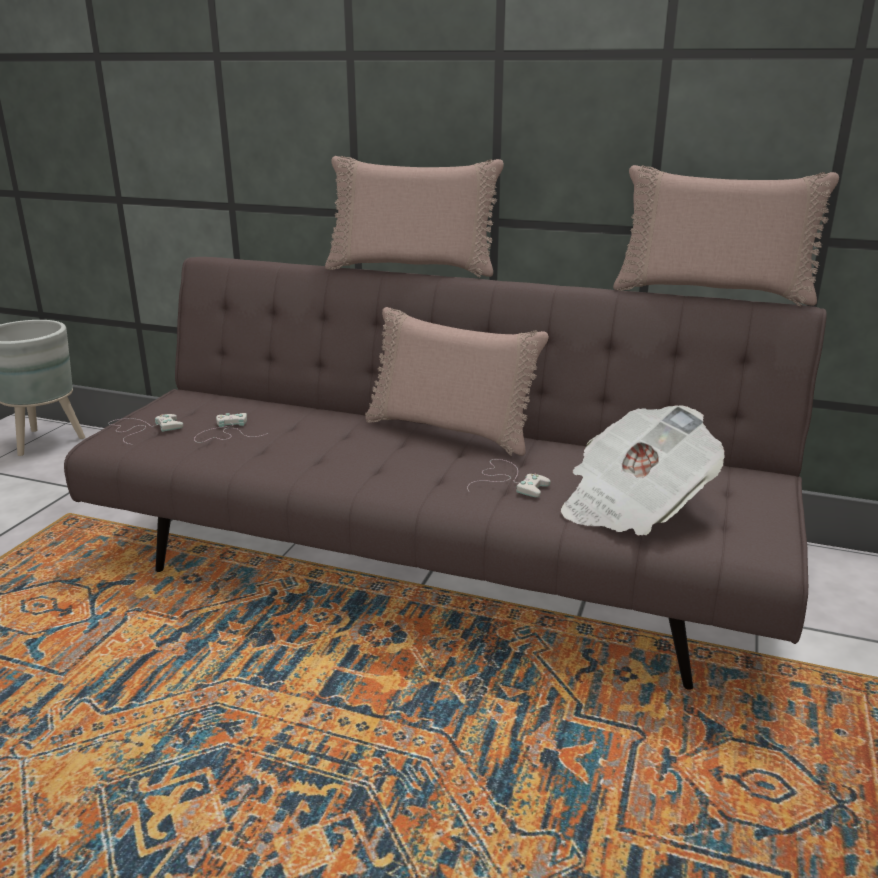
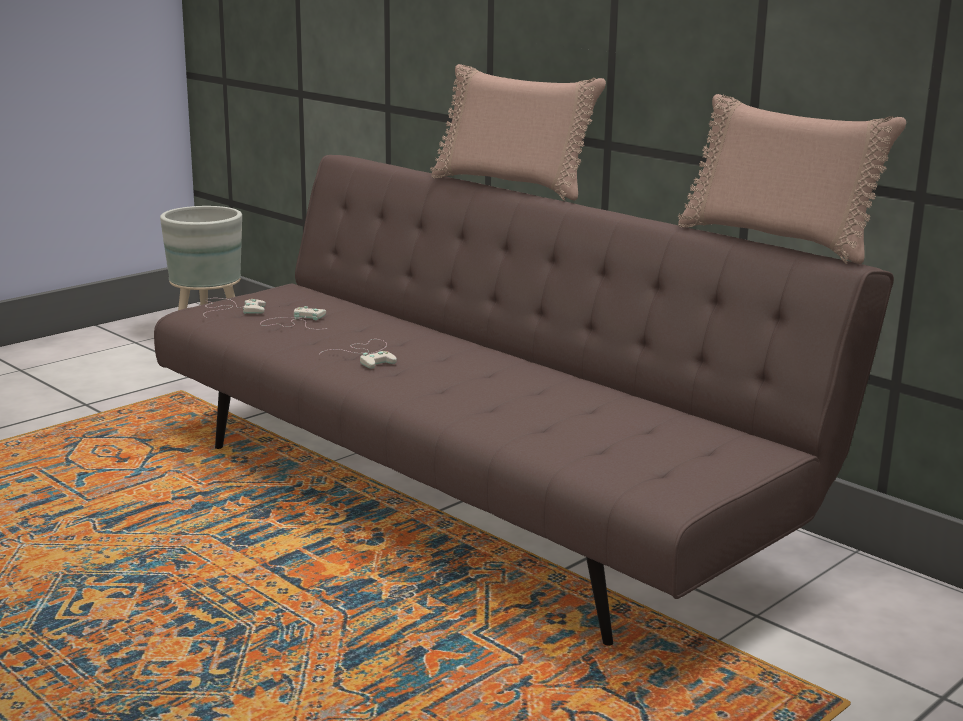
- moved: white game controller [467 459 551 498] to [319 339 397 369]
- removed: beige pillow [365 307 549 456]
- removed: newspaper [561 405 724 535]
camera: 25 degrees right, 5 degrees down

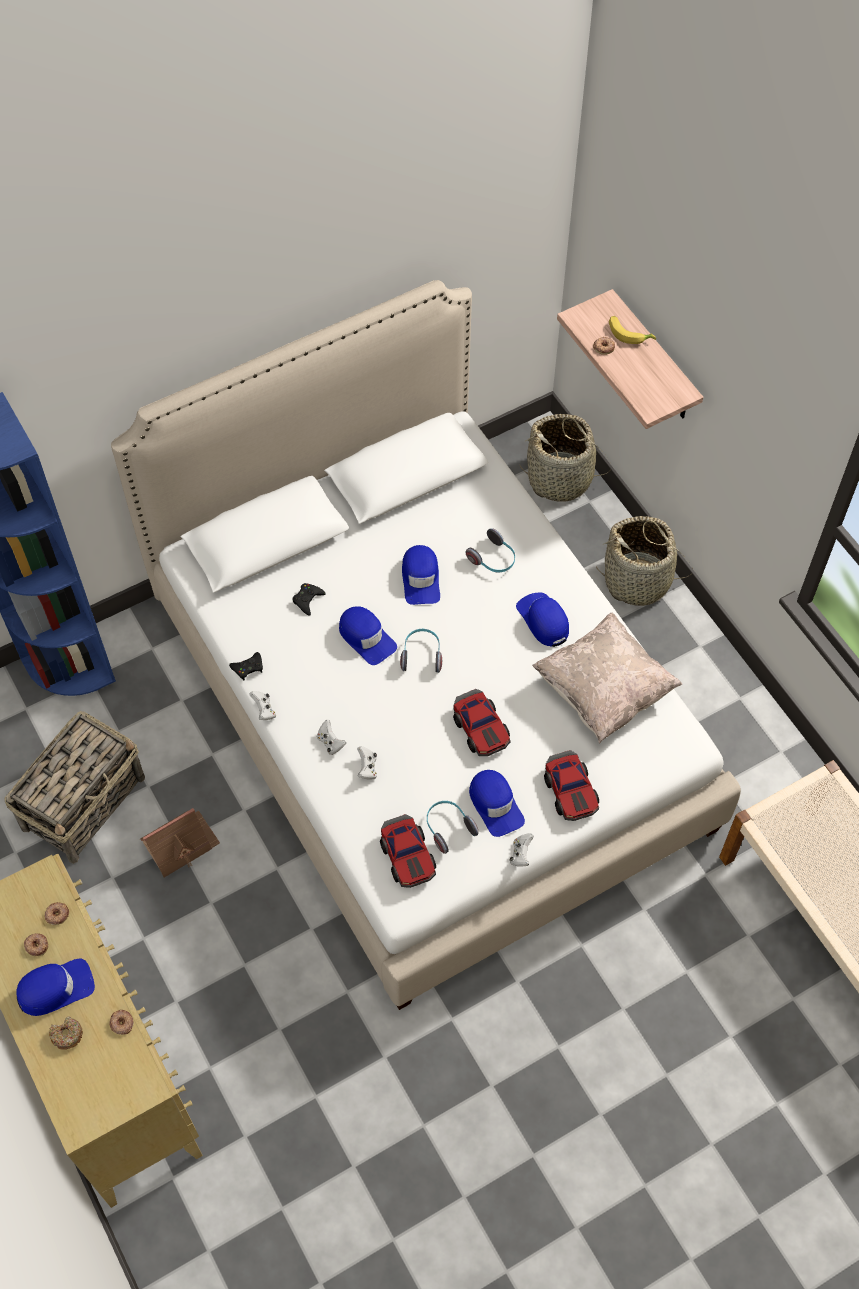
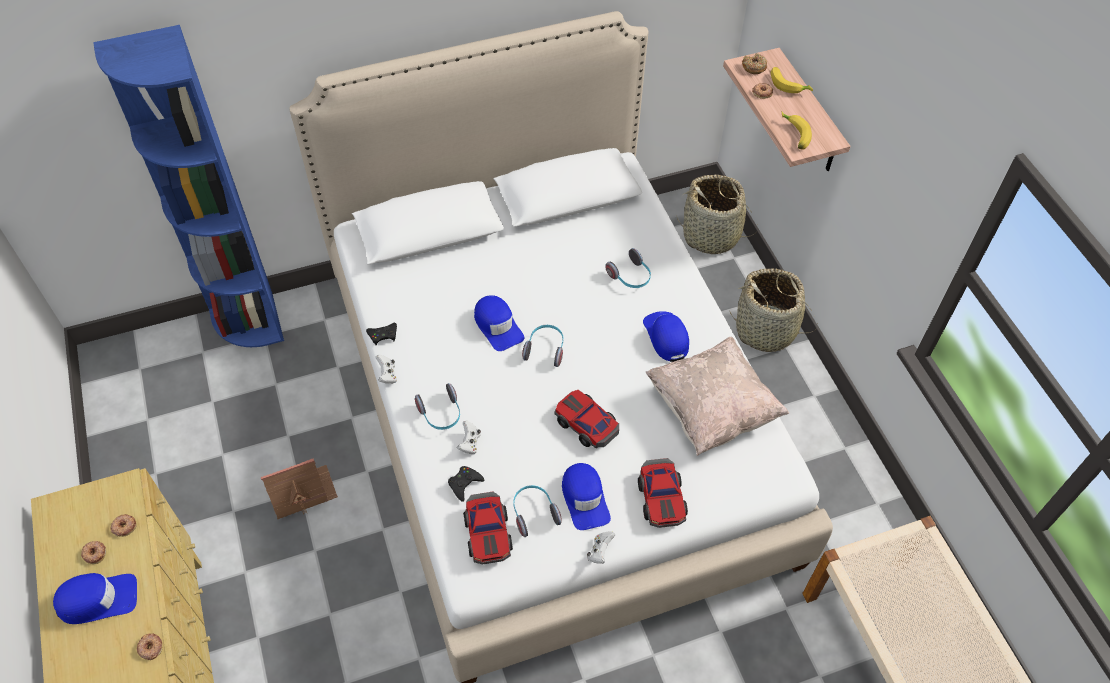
- replaced: white game controller [317 720 346 755] to headphones [415 383 460 430]
- moved: black game controller [292 583 325 616] to [448 466 484 502]
- turned: toy car [453 689 511 756] = [555 390 619 448] 150 degrees clockwise
- moved: donut [49 1017 83 1050] to [742 53 767 74]
- added: banana [782 112 812 150]
- removed: basket [5 711 145 864]
- removed: blue cap [402 545 440 605]
camera: 10 degrees right, 5 degrees down

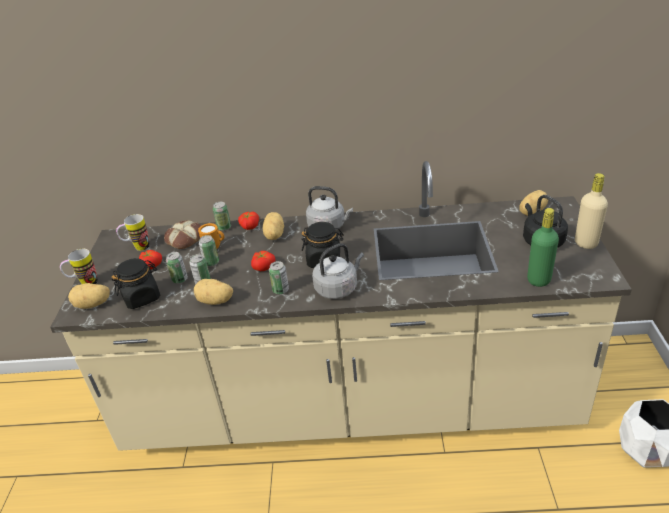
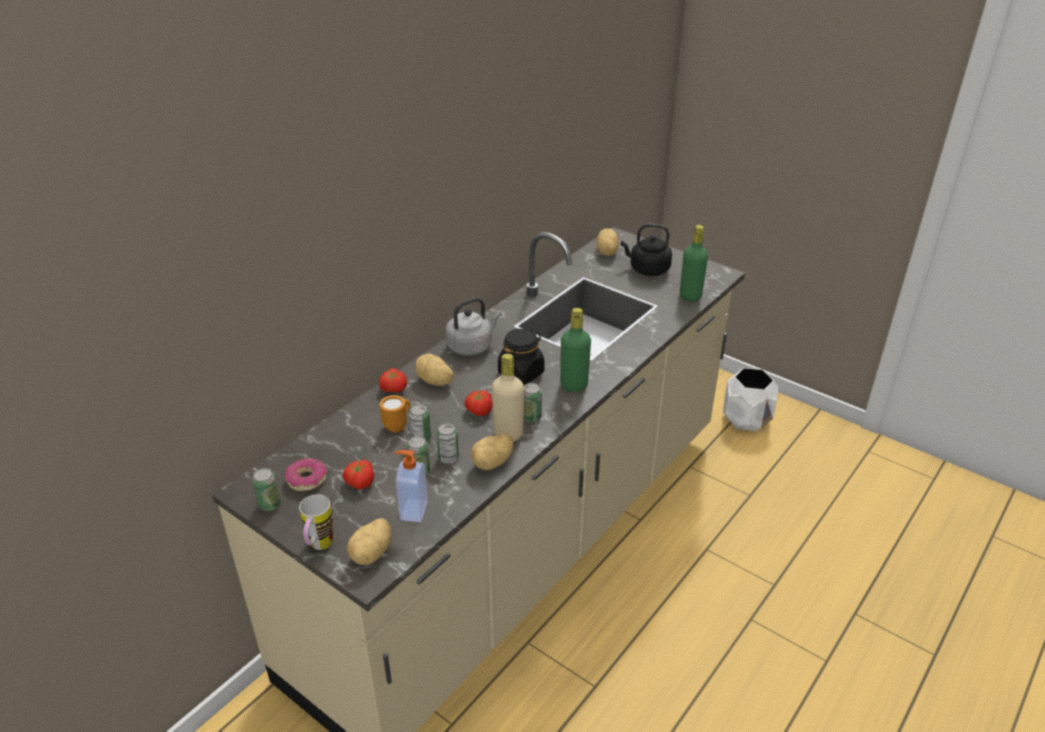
- moved: can [213 202 231 231] to [252 468 281 511]
- replaced: mug [116 214 149 251] to donut [284 458 327 491]
- replaced: black jar [112 258 160 309] to soap dispenser [395 450 428 522]
- moved: beige bottle [575 173 608 249] to [492 354 524 442]
- replaced: grey kettle [312 243 364 299] to green bottle [560 308 591 392]
- removed: bread [164 220 201 249]
camera: 55 degrees left, 0 degrees up

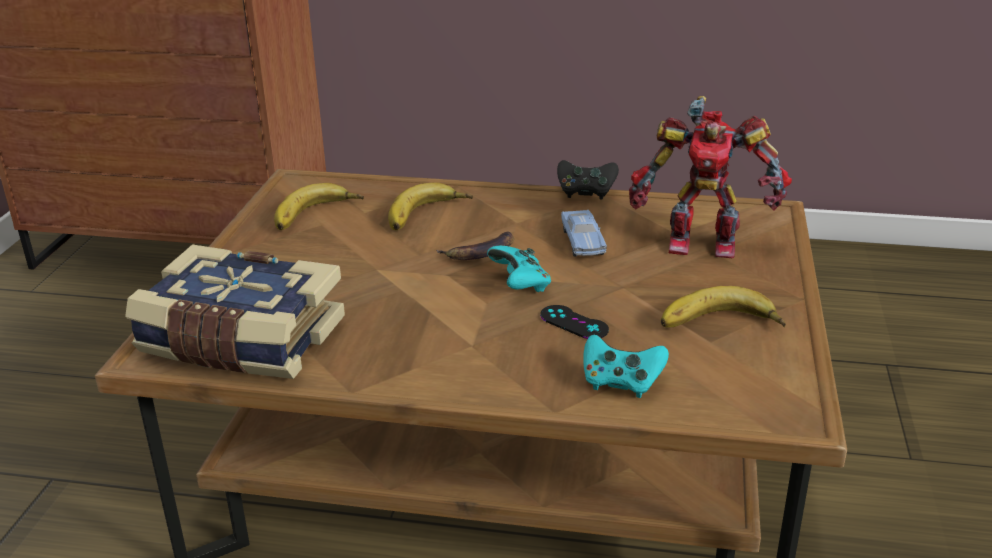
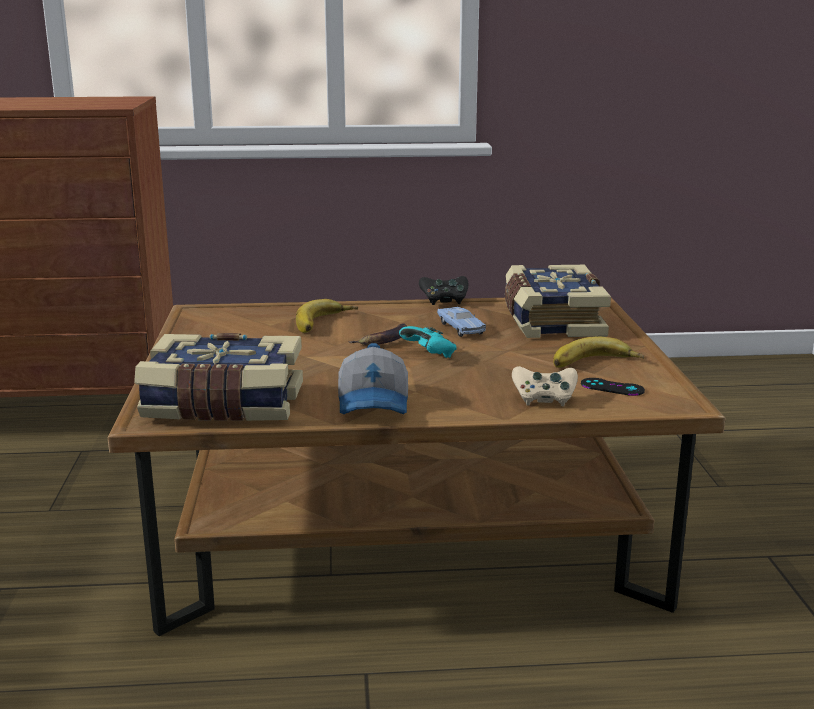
- added: cap [338 343 408 414]
- replaced: toy robot [629 96 792 258] to book [505 265 611 338]
- recoloured: turquoise game controller [583 335 669 398] to beige game controller [512 366 578 406]
- moved: black game controller [540 305 609 339] to [581 378 645 396]
- removed: banana [274 183 364 230]
camera: 15 degrees left, 10 degrees down

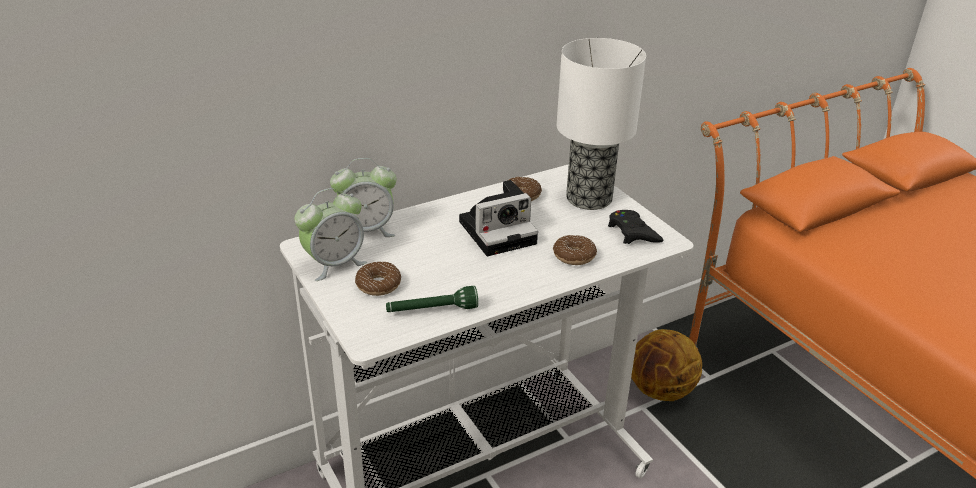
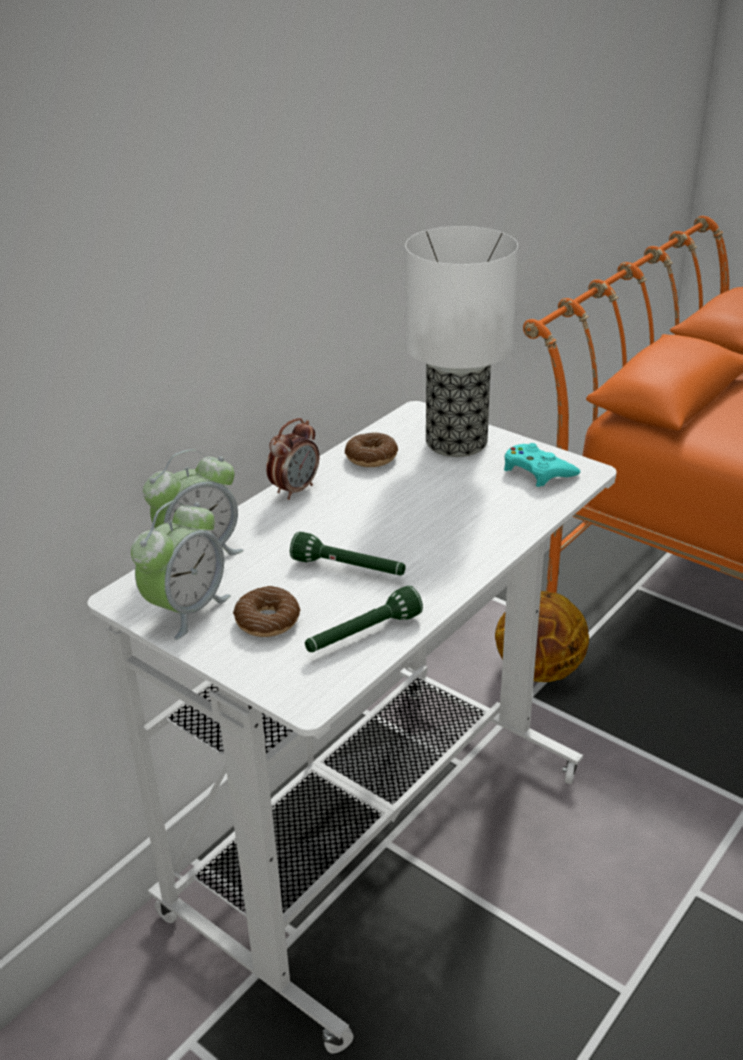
- added: alarm clock [266 418 319 500]
- added: green flashlight [290 532 405 575]
- recoloured: black game controller [608 210 663 244] to turquoise game controller [504 443 580 487]
- removed: photo camera [459 180 538 256]
- removed: donut [553 235 597 265]
camera: 20 degrees left, 0 degrees up

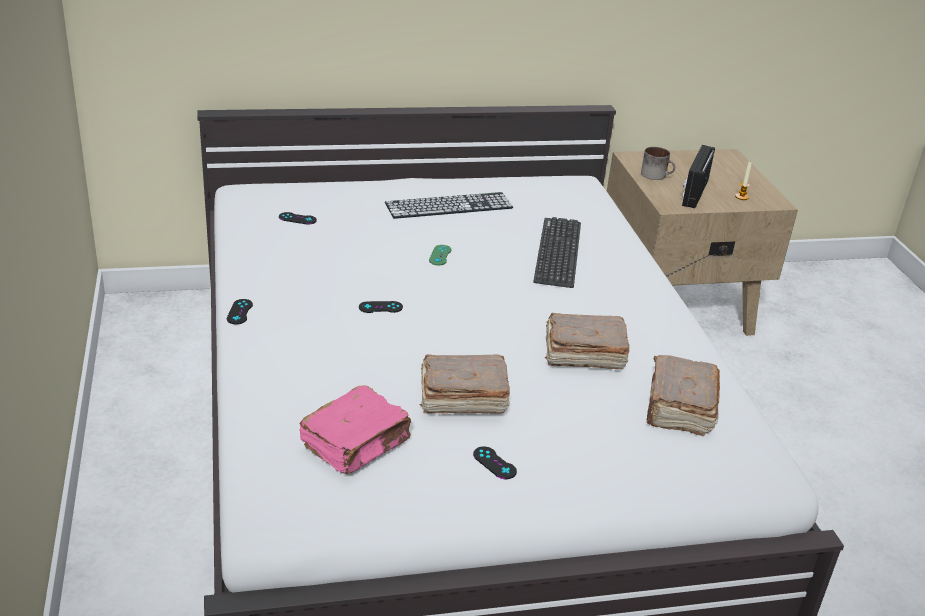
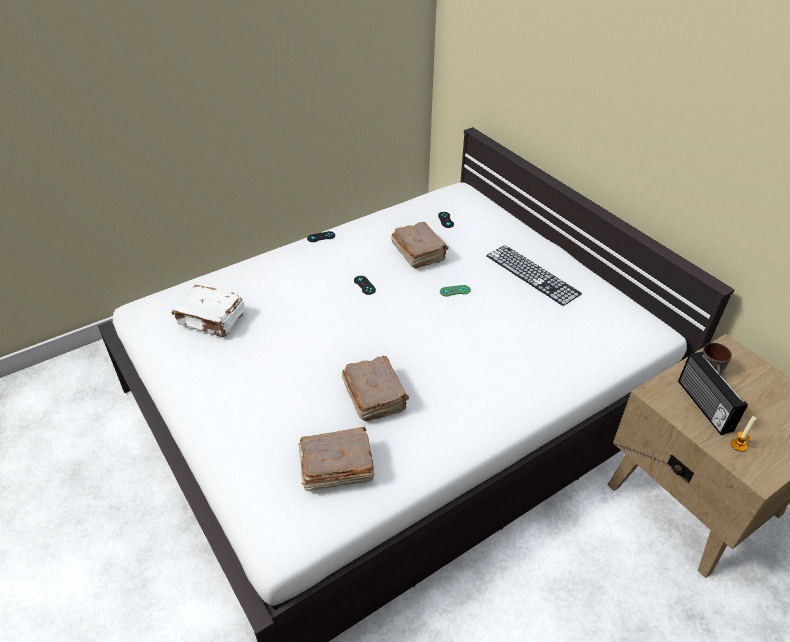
- recoloured: pink book [299 385 411 474] to white book [171 285 244 337]
- moved: brown book [420 354 510 414] to [391 222 448 268]
- turned: radio [682 145 715 208] = [678 352 748 435] 105 degrees counterclockwise
- removed: black game controller [473 446 517 479]
- removed: keyboard [533 217 581 288]
camera: 70 degrees right, 10 degrees up

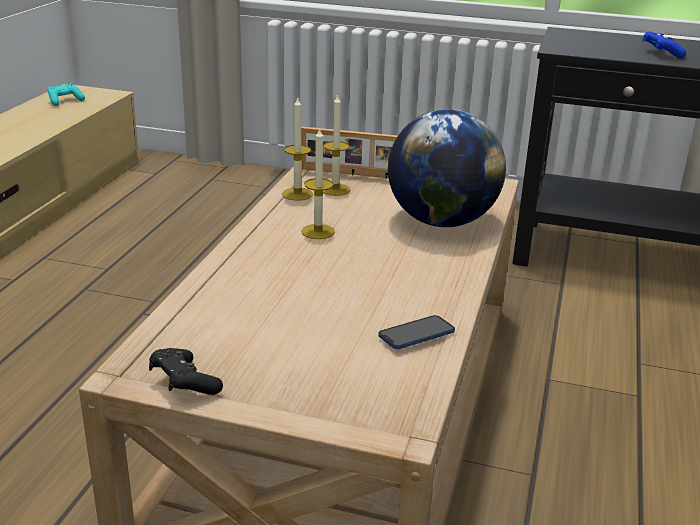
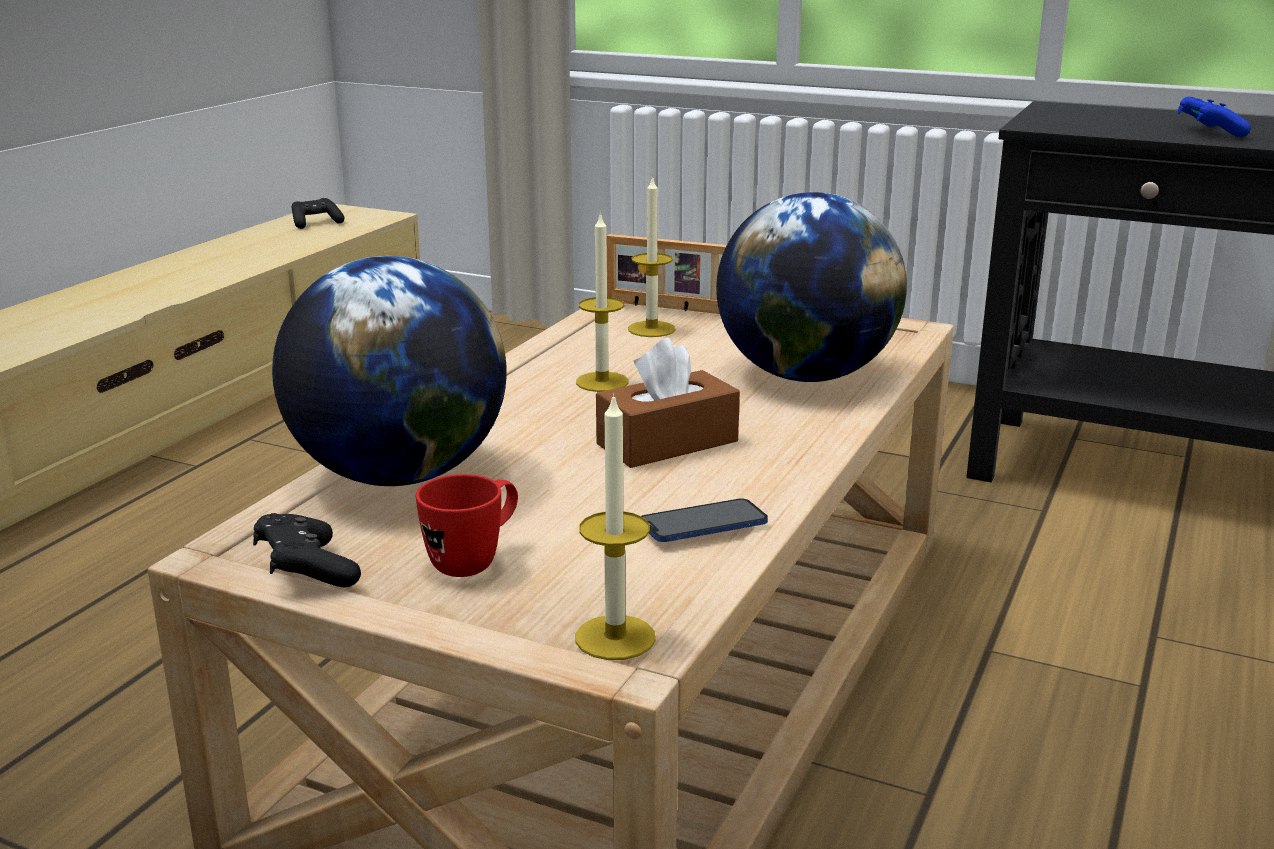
- added: globe [272 256 507 486]
- recoloured: turquoise game controller [47 83 85 106] to black game controller [292 198 344 229]
- added: red mug [416 474 518 577]
- moved: candle [282 98 313 201] to [576 393 656 660]
- added: brown tissue box [596 338 740 468]
camera: 10 degrees right, 5 degrees down

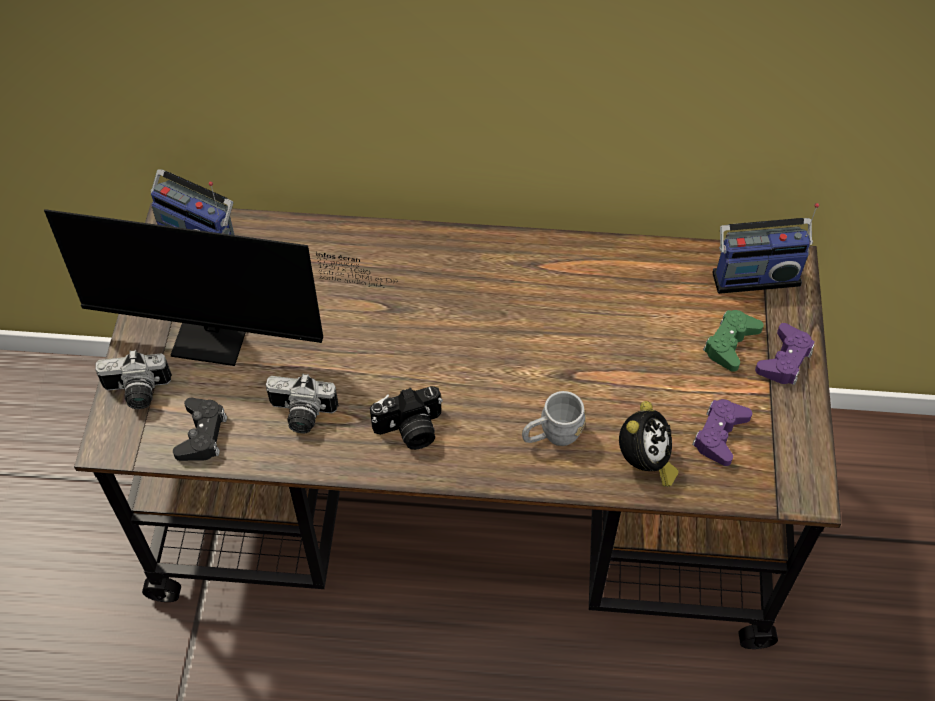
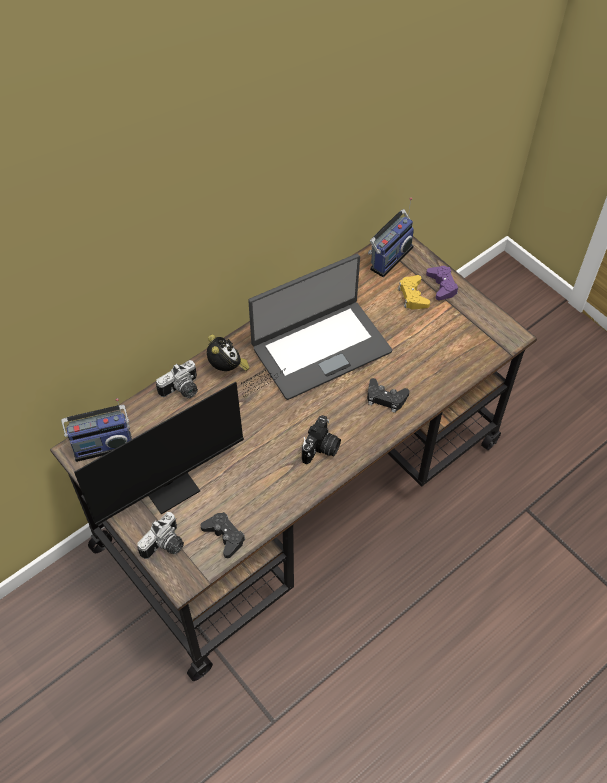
- moved: photo camera [266 374 339 434] to [156 360 198 398]
- moved: alarm clock [619 401 678 487] to [207 335 250 371]
- added: laptop [248 254 392 400]
- replaced: grey mug [522 391 586 446] to black game controller [367 378 409 413]
- recoloured: green game controller [703 310 764 372] to yellow game controller [398 275 430 310]
- removed: purple game controller [692 399 752 466]
camera: 45 degrees left, 0 degrees up

